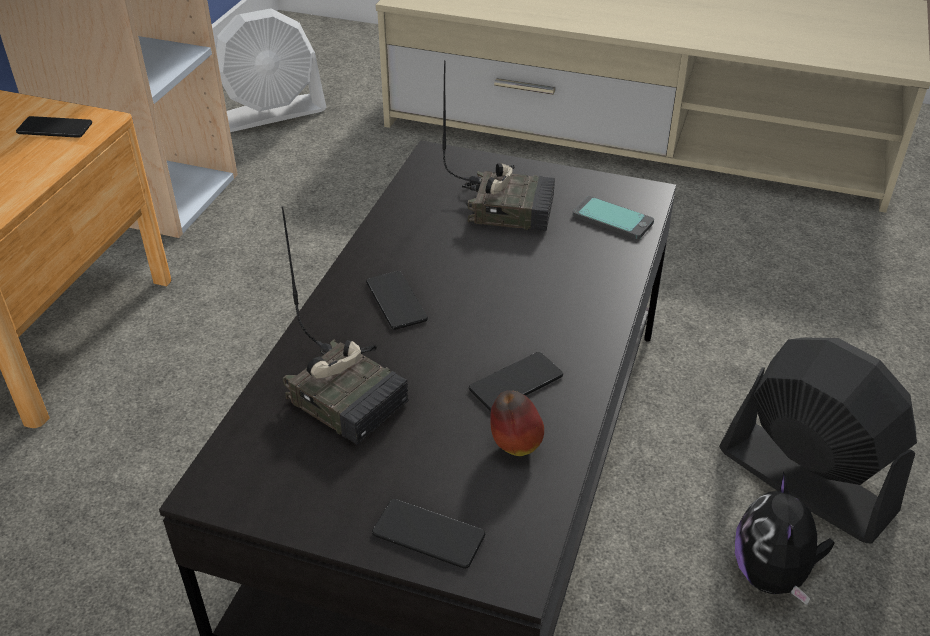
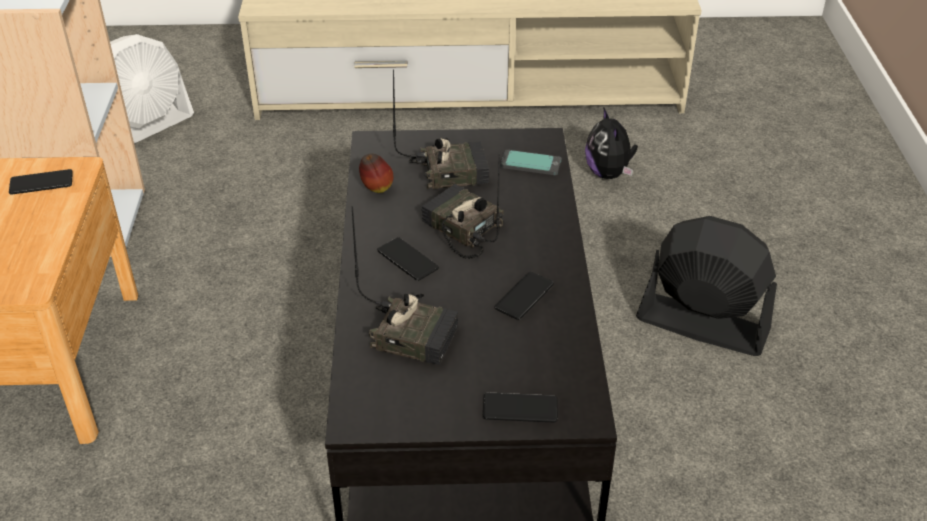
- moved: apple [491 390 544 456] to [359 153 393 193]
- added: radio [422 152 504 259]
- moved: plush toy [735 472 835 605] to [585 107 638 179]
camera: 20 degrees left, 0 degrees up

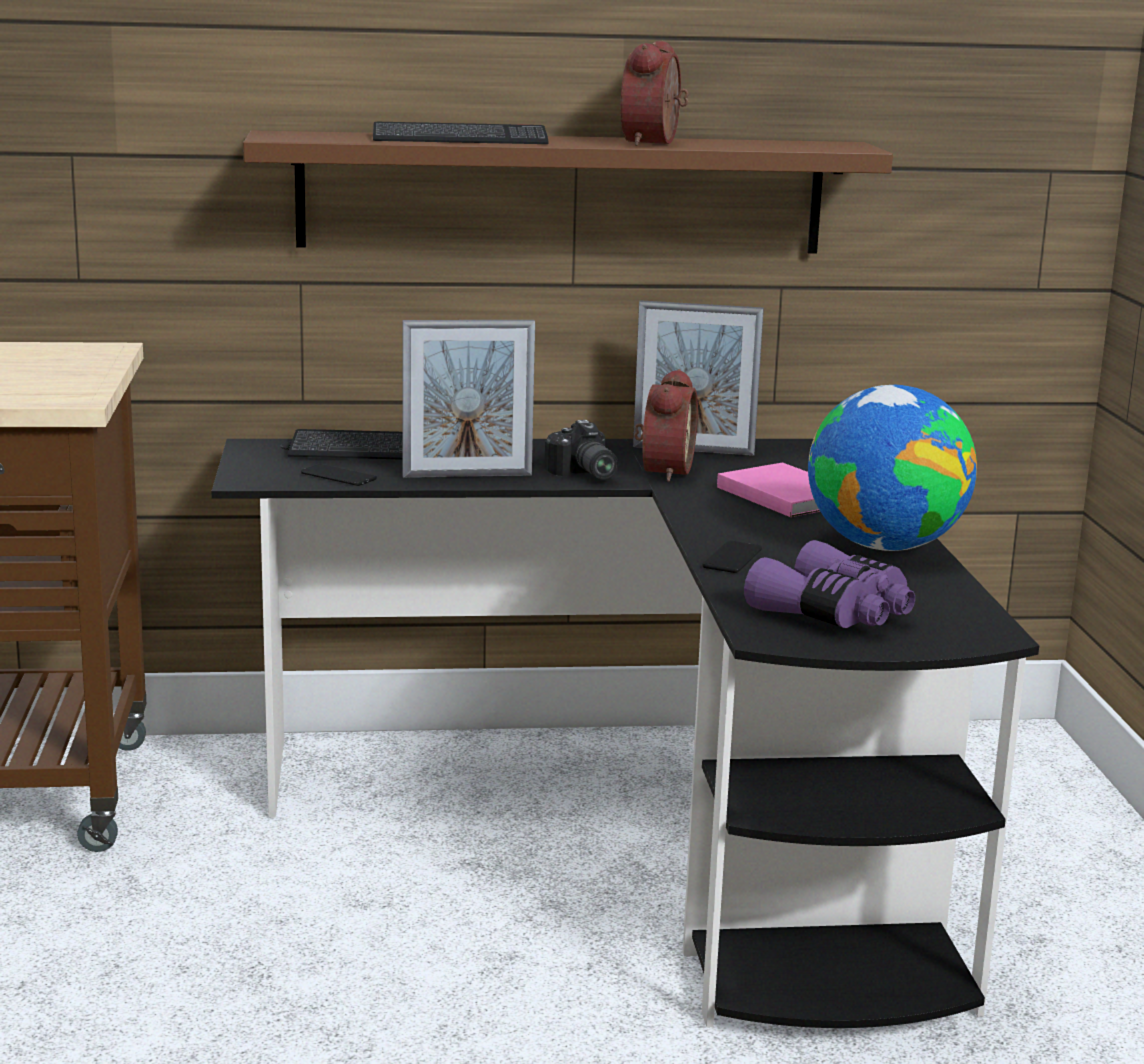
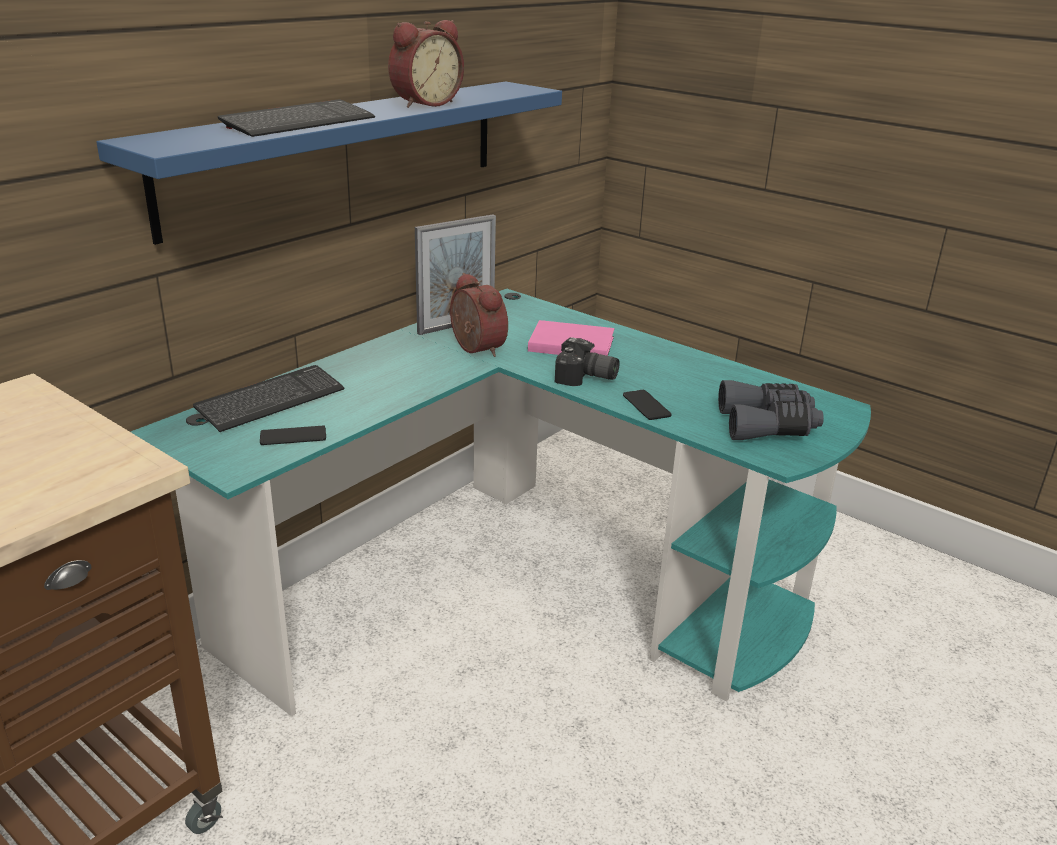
- recoloured: brown shelf [243 130 893 254] to blue shelf [96 81 562 245]
- recoloured: black desk [211 439 1039 1028] to turquoise desk [131 289 871 717]
- turned: alarm clock [621 41 689 146] = [388 20 464 108] 105 degrees counterclockwise
- moved: photo camera [544 420 618 479] to [555 337 620 386]
- recoloured: purple binoculars [744 540 915 628] to grey binoculars [718 380 824 440]
- removed: picture frame [402 320 535 478]
- removed: globe [808 385 977 551]
camera: 45 degrees left, 10 degrees up

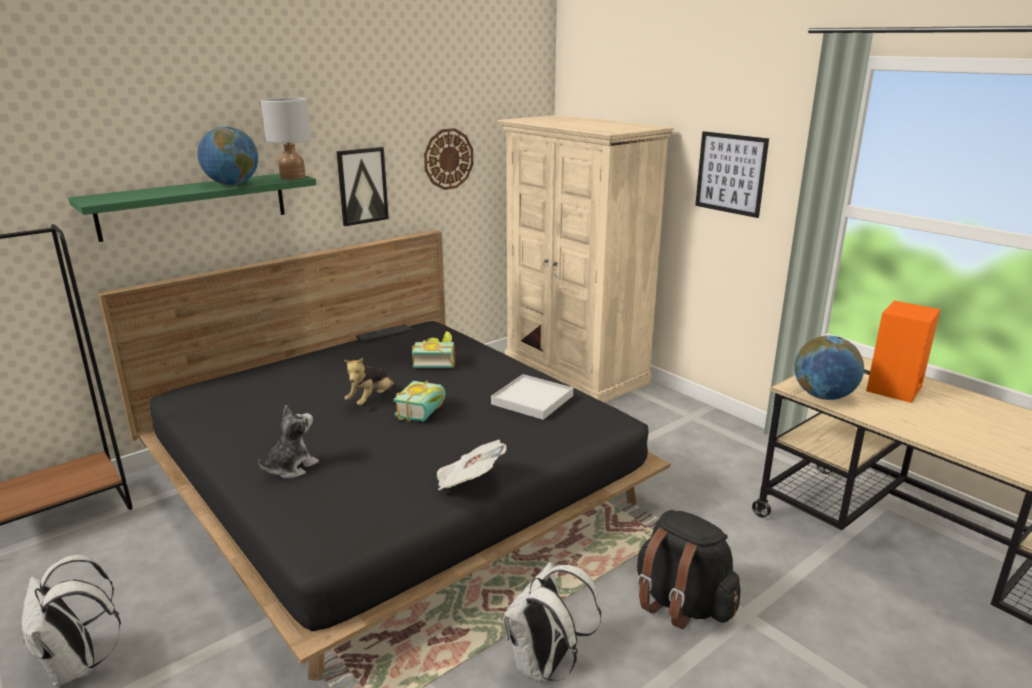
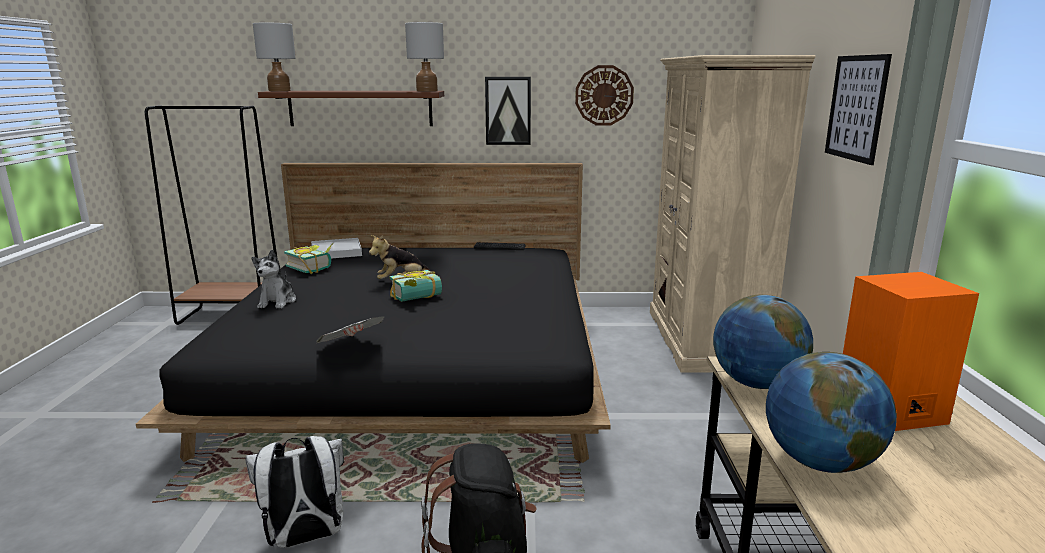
- turned: plush toy [258 405 319 478] = [251 250 296 308] 105 degrees clockwise
- added: grey table lamp [253 23 296 91]
- recoloured: green shelf [68 173 316 242] to brown shelf [258 91 444 126]
- moved: book [412 331 455 368] to [284 243 334 274]
- moved: white tray [491 374 573 420] to [311 238 362 259]
- moved: globe [198 127 258 185] to [766 352 897 473]
- removed: white backpack [22 555 121 686]
camera: 40 degrees right, 5 degrees down

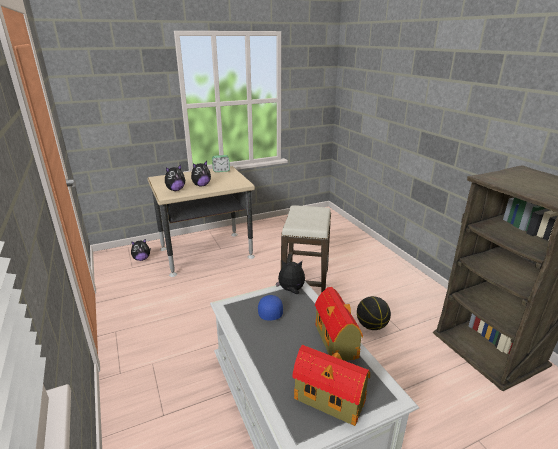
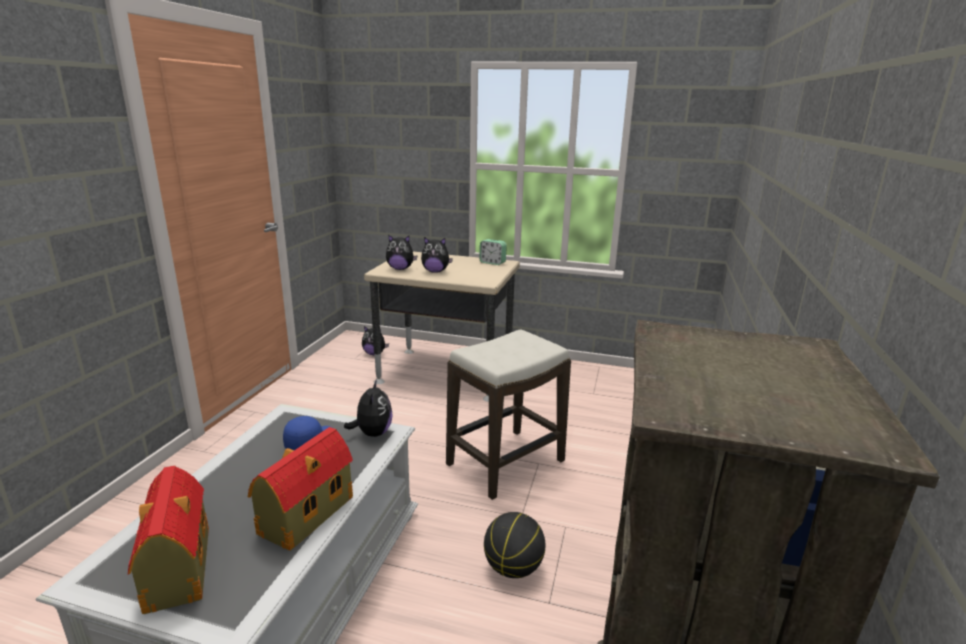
- turned: plush toy [276 261 305 294] = [344 379 393 437] 45 degrees clockwise
camera: 40 degrees right, 5 degrees down

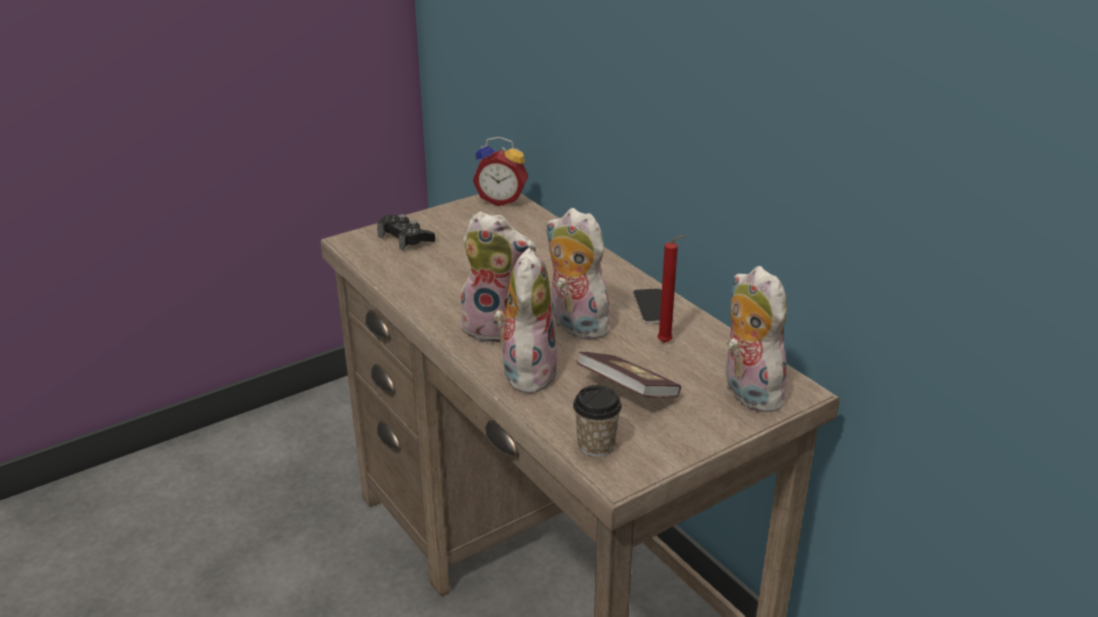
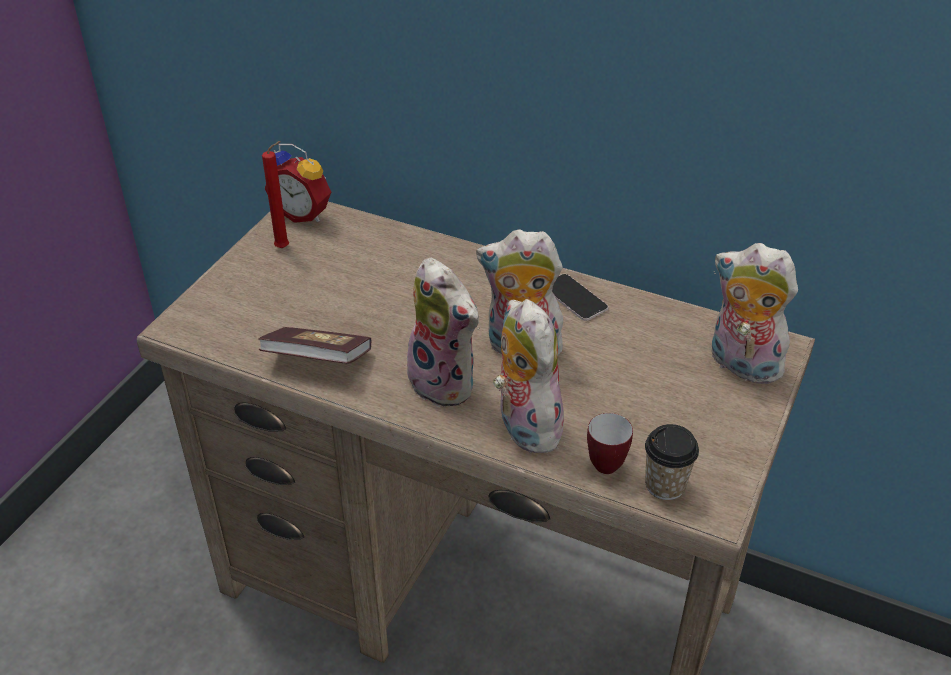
- moved: book [577 352 681 398] to [258 327 372 364]
- moved: red candle [657 235 686 343] to [262 141 289 248]
- turned: alarm clock [473 137 528 206] = [265 144 331 223] 45 degrees clockwise
- turned: plush toy [461 211 536 343] = [404 258 479 408] 60 degrees clockwise
- added: mug [587 413 633 474]
- removed: black game controller [377 214 435 251]
camera: 30 degrees left, 10 degrees up

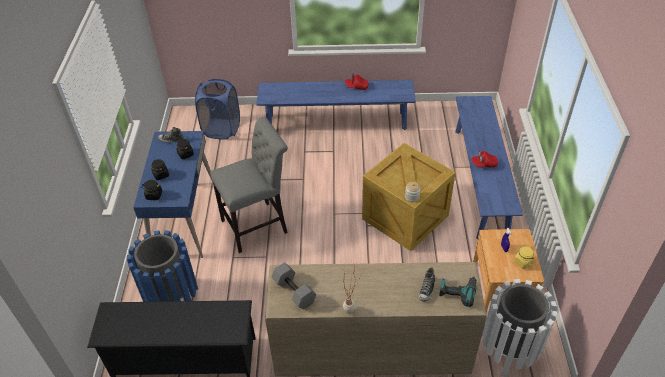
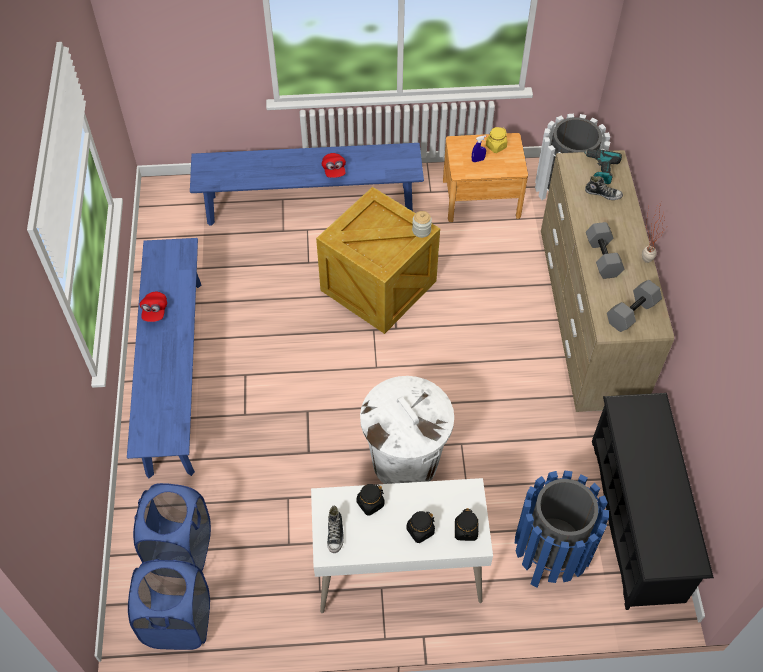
- added: blue laundry basket [128 559 210 650]
- recoloured: blue desk [133 131 211 258] to white desk [311 478 493 613]
- replaced: grey stool [210 116 288 253] to white trash can [360 376 454 484]
- added: grey dumbbell [586 222 624 279]
camera: 95 degrees left, 10 degrees up

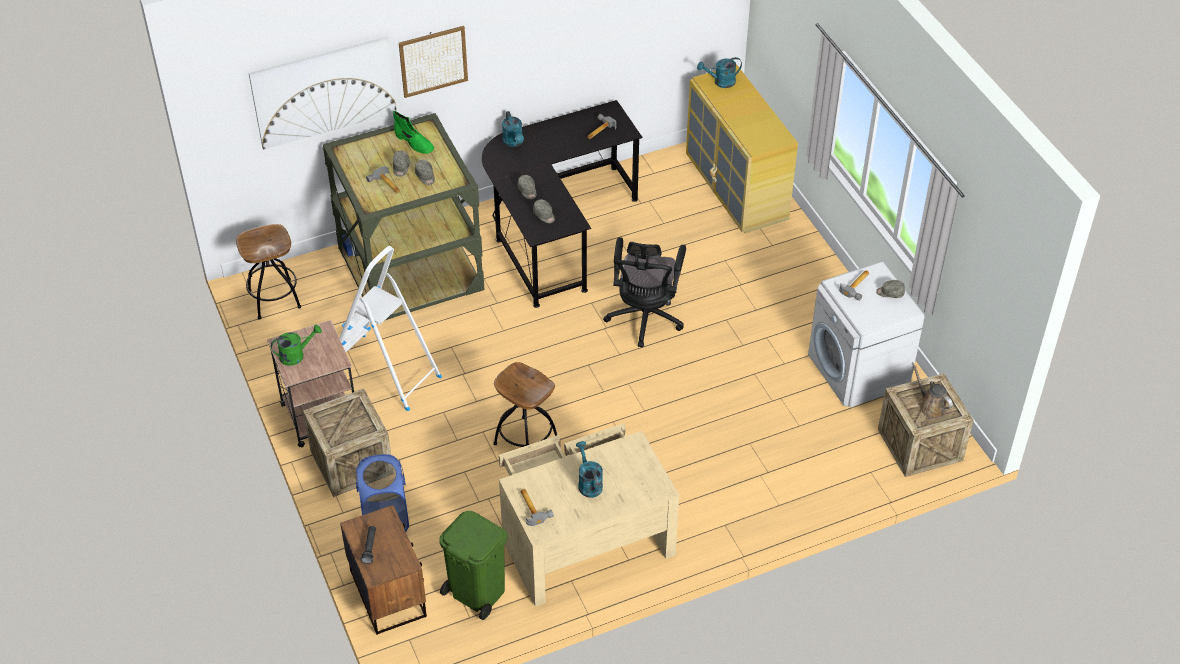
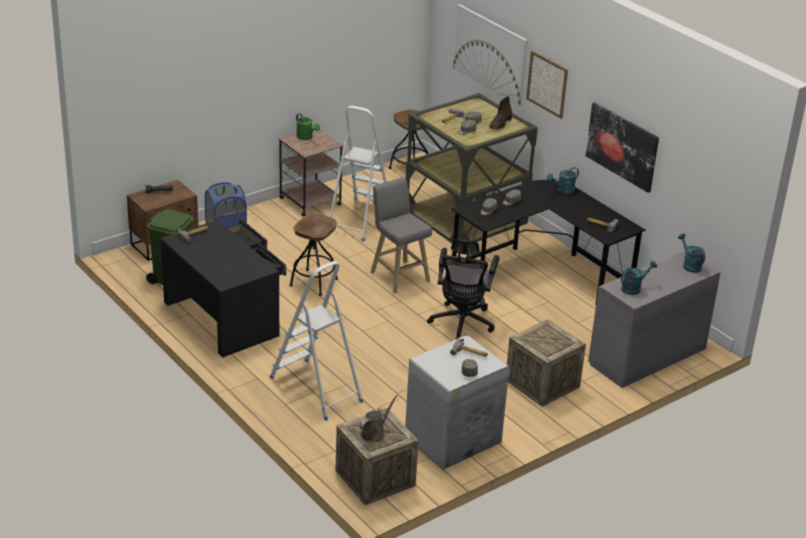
- recoloured: beige desk [498 423 679 607] to black desk [161 219 286 358]
- added: white step ladder [270 261 363 421]
- added: grey stool [370 177 432 293]
- turned: office chair [604 237 686 348] = [427 239 499 340] 75 degrees counterclockwise
- recoloured: green boot [393 111 434 154] to brown boot [489 96 512 130]
- moved: crate [303 389 391 497] to [507 319 586 407]
- added: picture [585 102 659 193]
- recoloured: yellow cabinet [686 65 798 233] to grey cabinet [588 251 721 388]
- moved: turquoise watering can [576 441 603 498] to [621 261 657 295]
camera: 75 degrees right, 15 degrees down

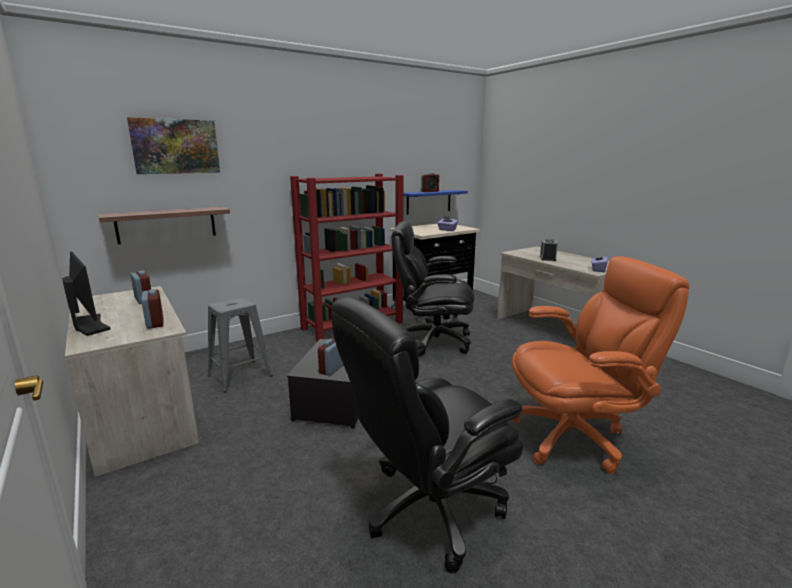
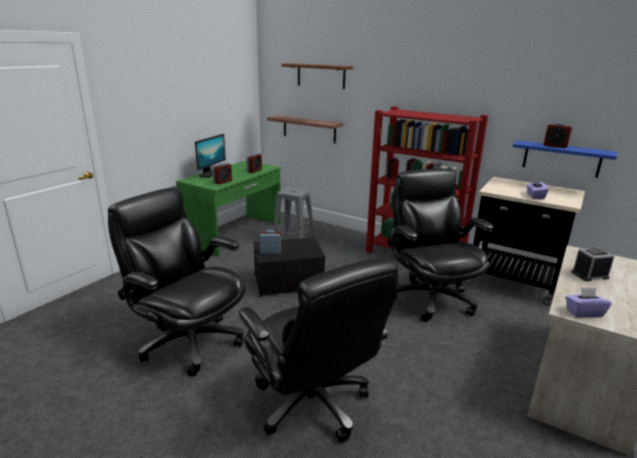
- recoloured: beige desk [65 286 199 477] to green desk [176 160 282 257]
- recoloured: orange office chair [510 256 689 474] to black office chair [239 257 398 443]
- replaced: picture [127 117 220 174] to brown shelf [282 63 353 89]
camera: 65 degrees right, 5 degrees up

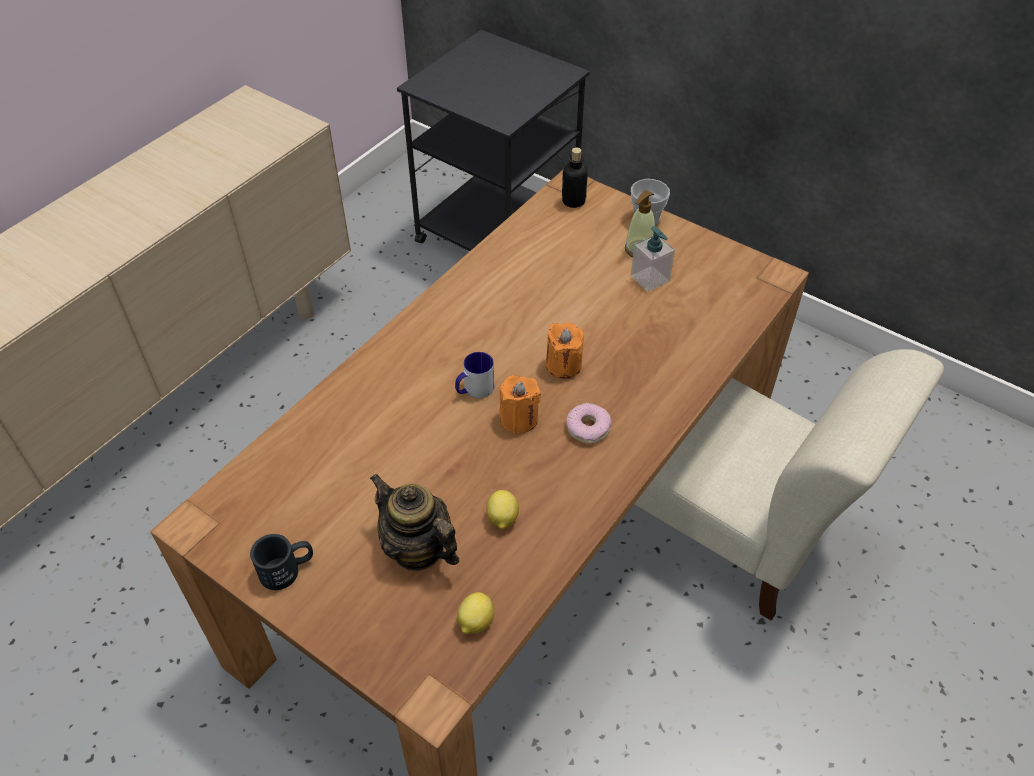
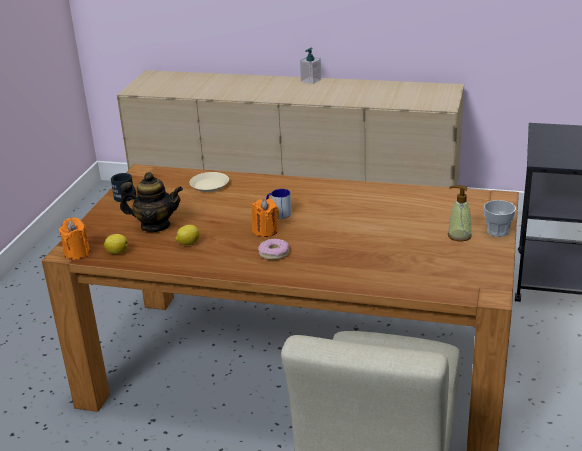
- moved: orange candle [546 322 584 379] to [59 218 90 260]
- turned: teapot [370 474 459 571] = [120 172 183 232] 75 degrees clockwise
- added: beige plate [189 172 229 192]
- moved: soap dispenser [631 226 675 292] to [300 48 321 84]
- removed: bottle [562 147 588 208]
camera: 70 degrees right, 20 degrees down

